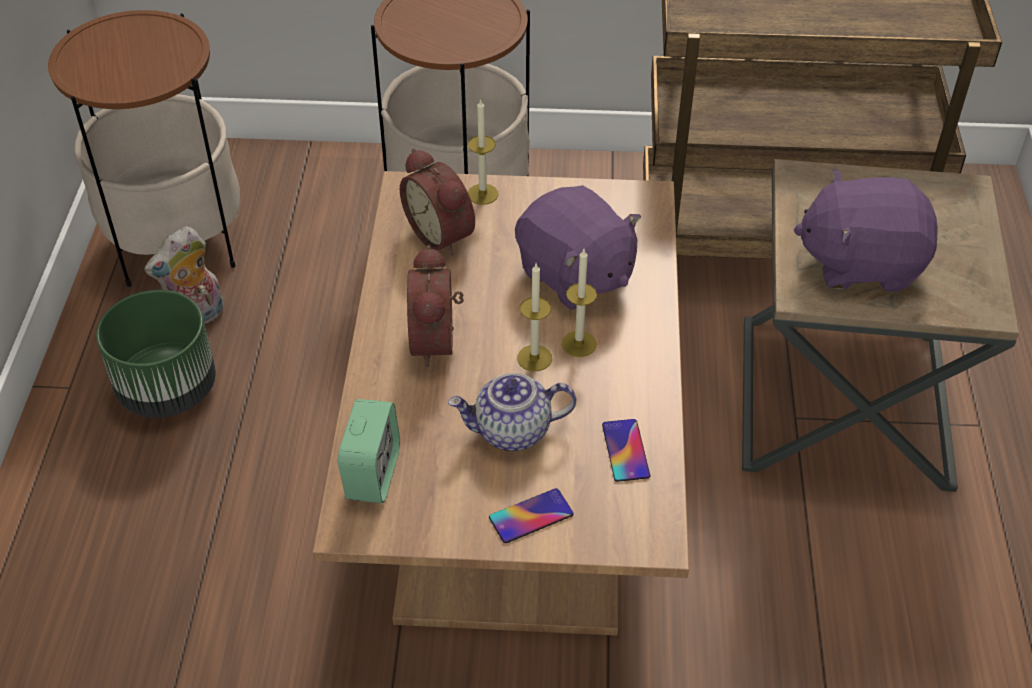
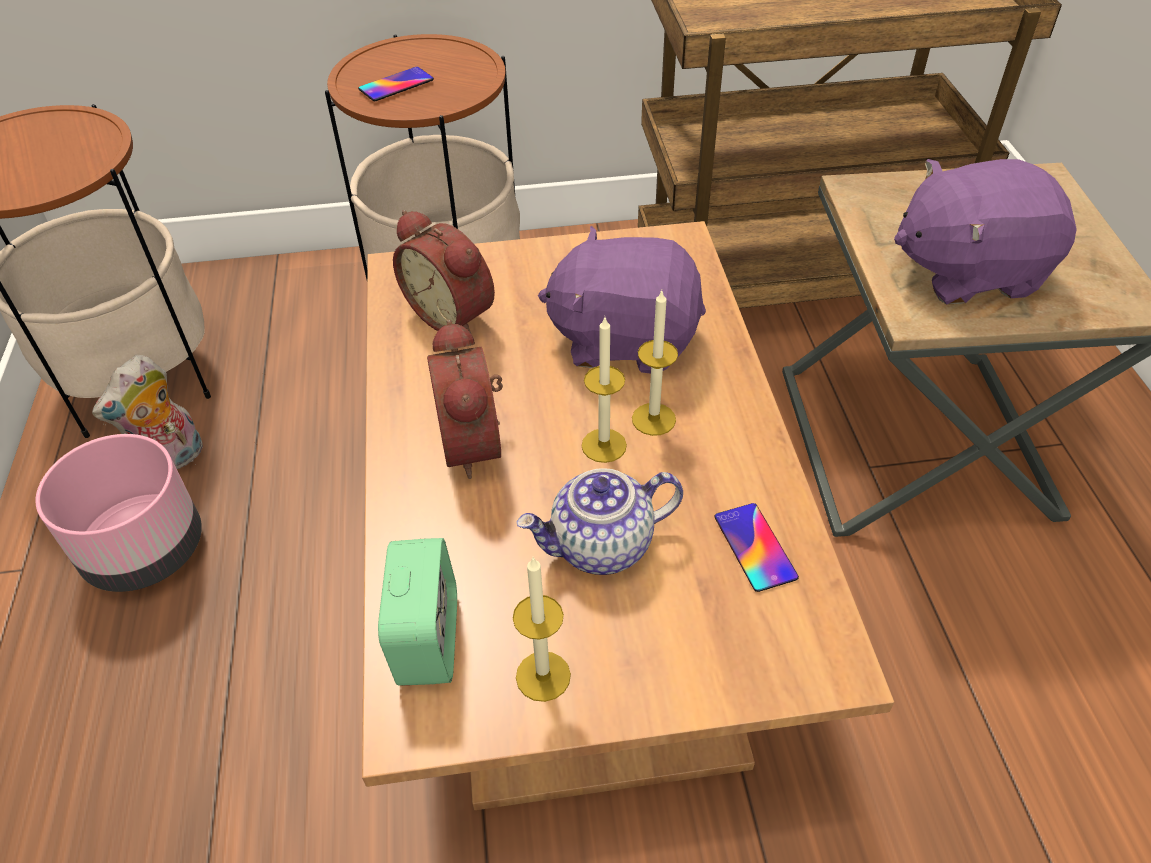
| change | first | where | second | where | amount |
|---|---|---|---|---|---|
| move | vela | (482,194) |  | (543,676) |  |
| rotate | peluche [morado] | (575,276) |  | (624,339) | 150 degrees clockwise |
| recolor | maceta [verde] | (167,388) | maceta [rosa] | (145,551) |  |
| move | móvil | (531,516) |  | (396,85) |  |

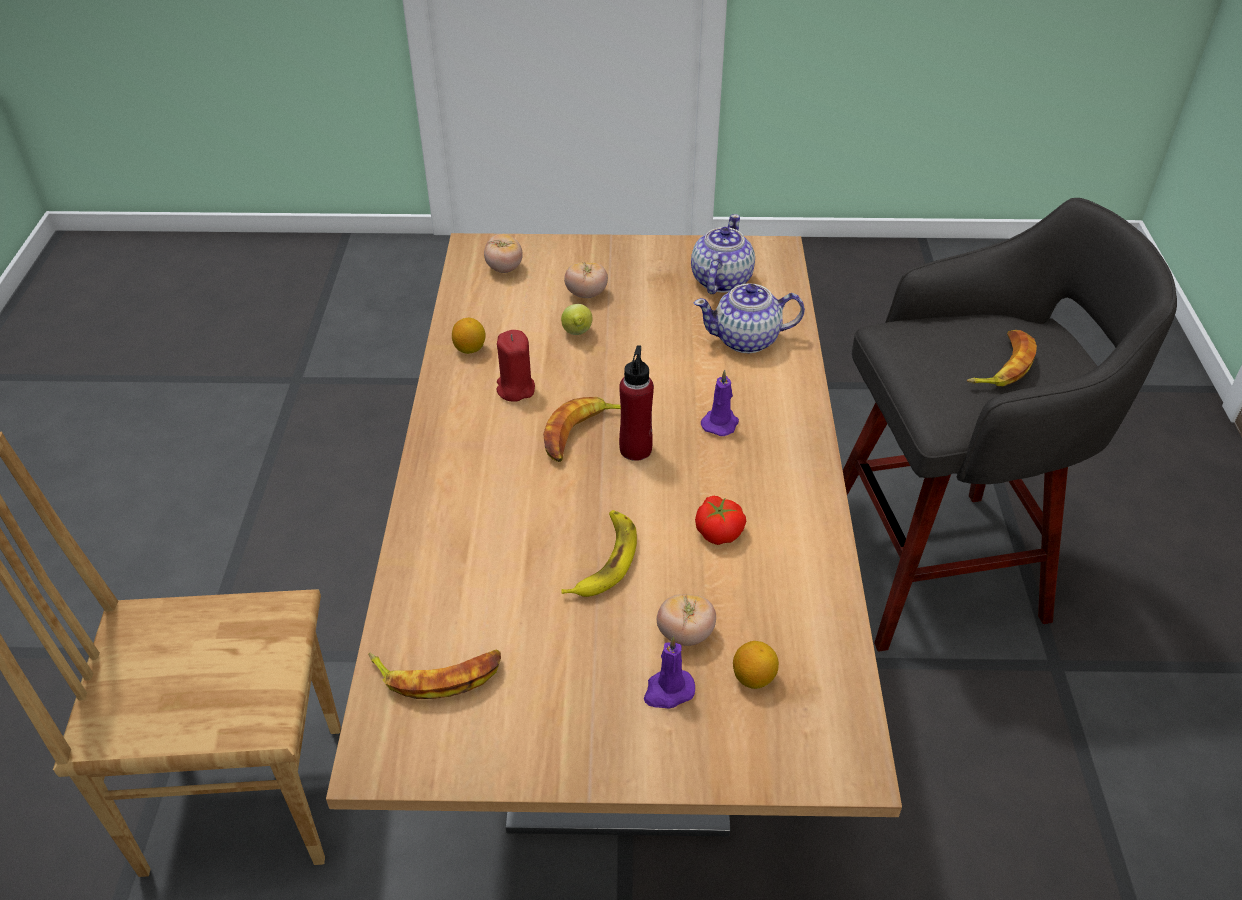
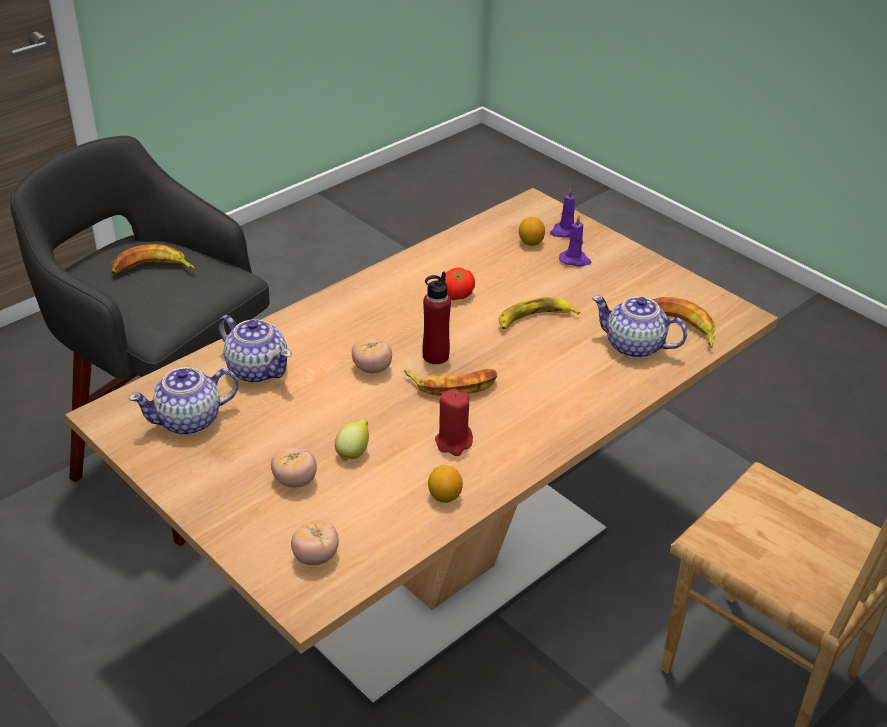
| change | first | where | second | where | amount |
|---|---|---|---|---|---|
| move | vela [morado] | (720,423) |  | (564,232) |  |
| move | tomate | (685,634) |  | (372,369) |  |
| insert |  |  | tetera | (635,346) |  |

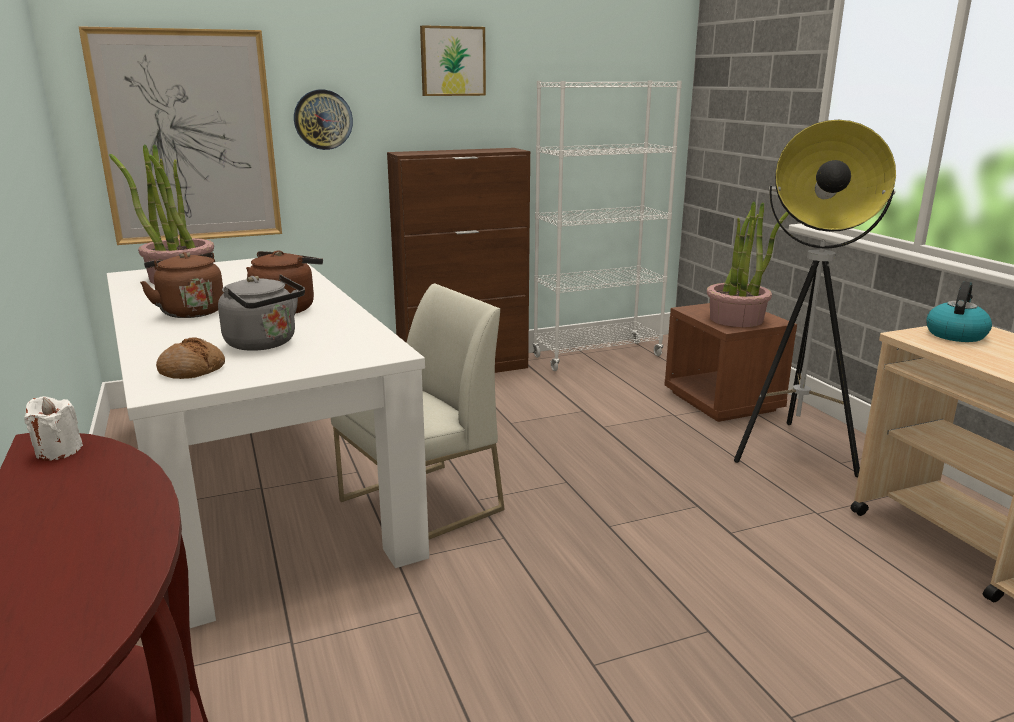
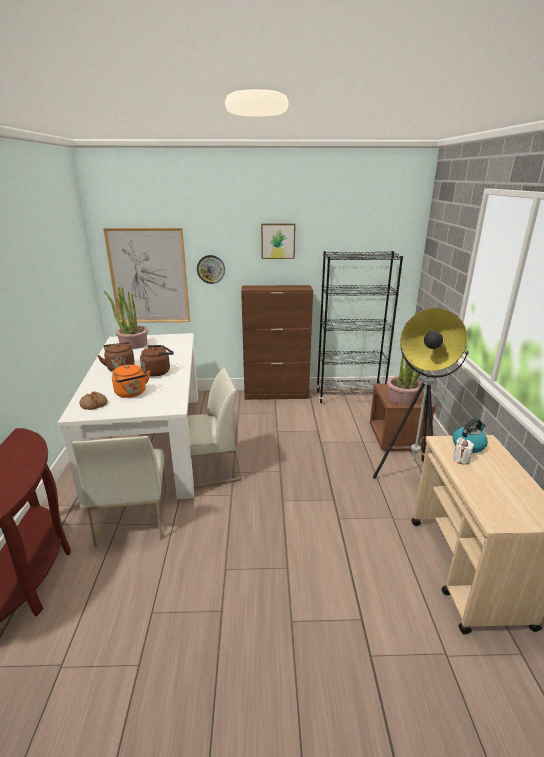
| change | first | where | second | where | amount |
|---|---|---|---|---|---|
| recolor | estantería [blanco] | (597,356) | estantería [negro] | (349,397) |  |
| recolor | hervidor [gris] | (264,344) | hervidor [naranja] | (132,393) |  |
| move | vela [blanco] | (58,451) |  | (461,459) |  |
| insert |  |  | silla [blanco] | (133,517) |  |

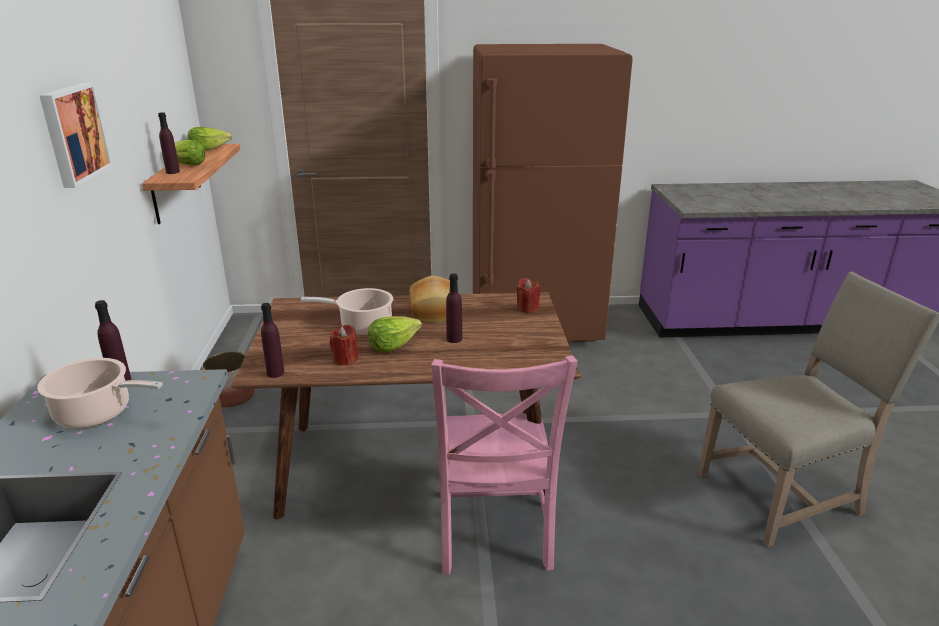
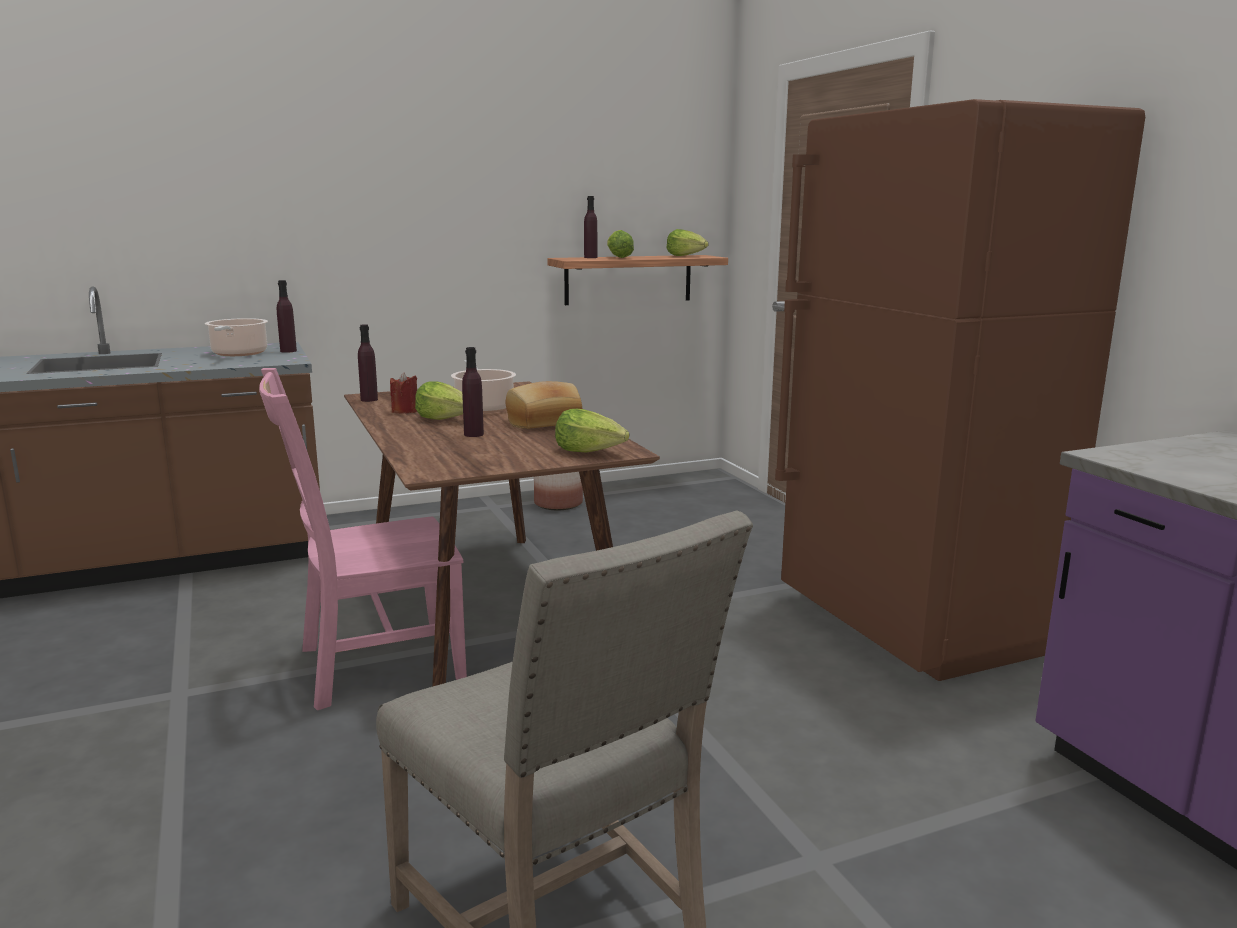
| change | first | where | second | where | amount |
|---|---|---|---|---|---|
| delete | cuadro | (73,133) |  |  |  |
| replace | vela [rojo] | (527,308) | lechuga | (589,451) |  |

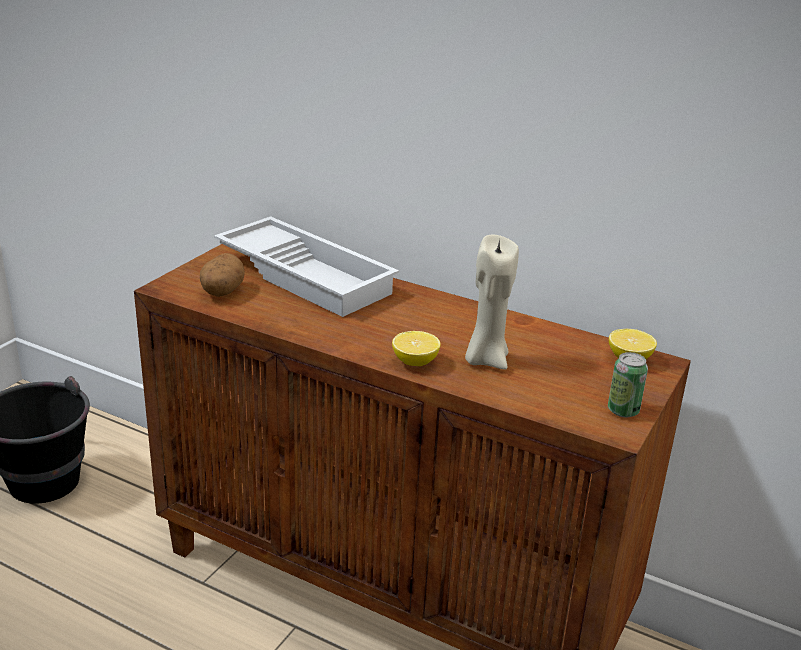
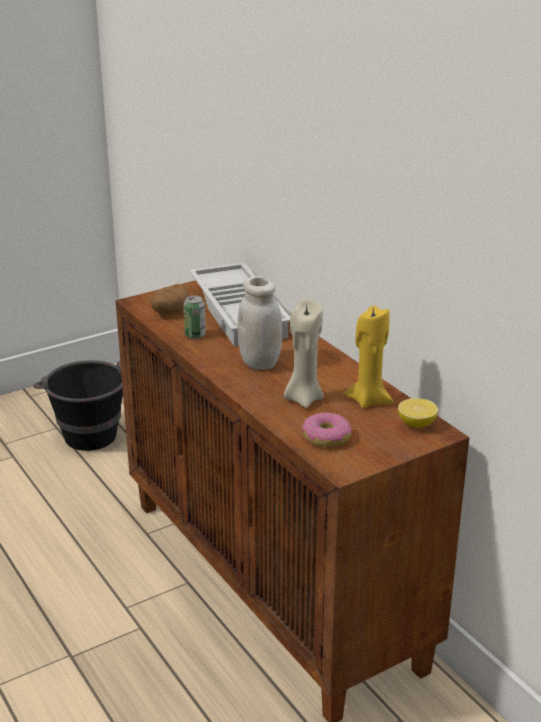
| change | first | where | second | where | amount |
|---|---|---|---|---|---|
| delete | limón | (415,362) |  |  |  |
| move | lata | (623,410) |  | (195,335) |  |
| insert |  |  | tarro [blanco] | (260,362) |  |
| insert |  |  | vela [amarillo] | (368,400) |  |
| insert |  |  | rosquilla | (326,437) |  |

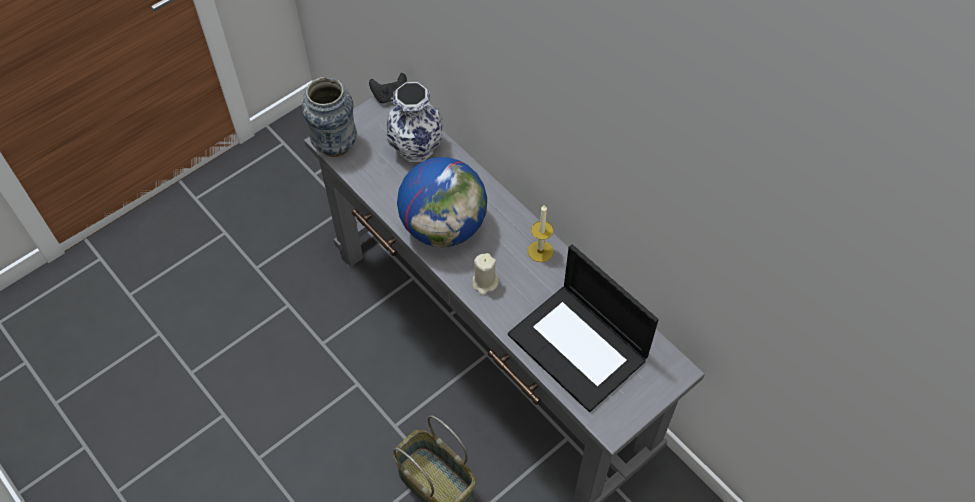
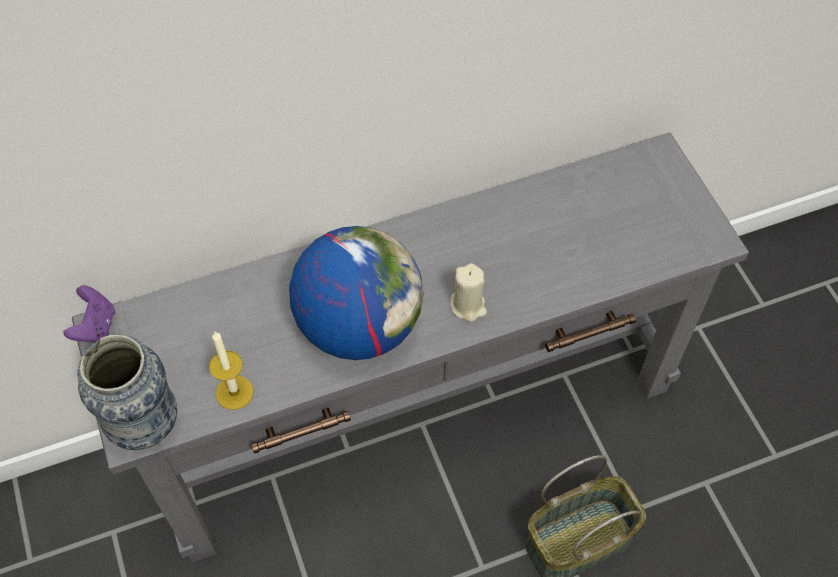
| change | first | where | second | where | amount |
|---|---|---|---|---|---|
| recolor | mando de consola [negro] | (390,96) | mando de consola [morado] | (95,326) |  |
| delete | florero | (417,147) |  |  |  |
| move | vela | (540,251) |  | (234,392) |  |
| delete | portátil | (579,347) |  |  |  |

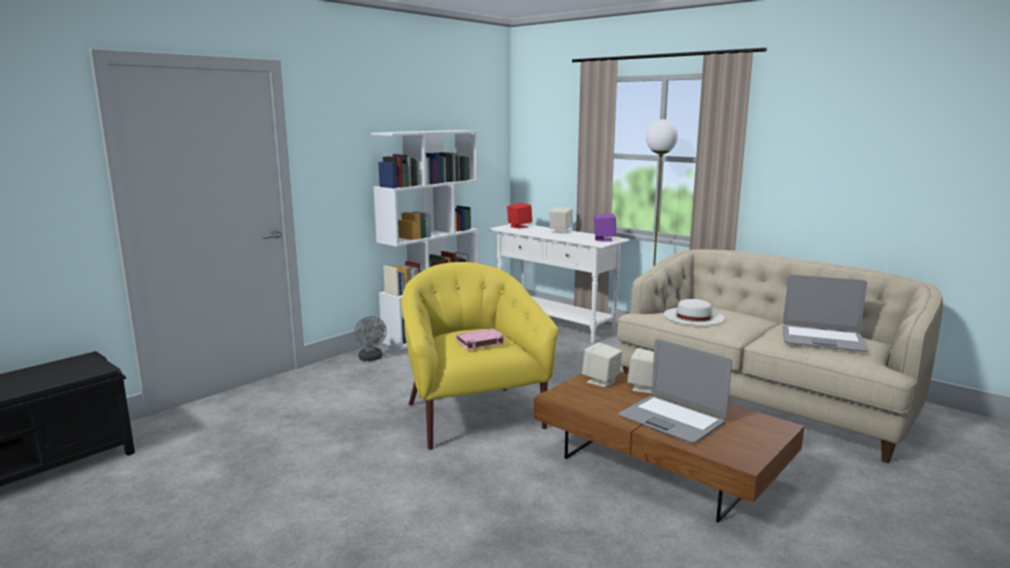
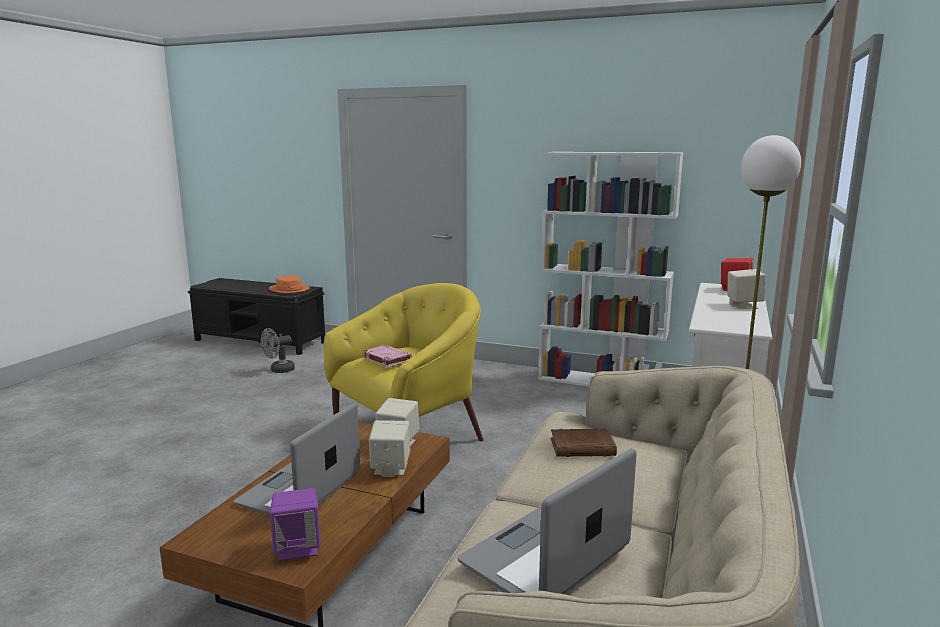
| change | first | where | second | where | amount |
|---|---|---|---|---|---|
| move | altavoz [morado] | (604,239) |  | (298,548) |  |
| rotate | portátil | (822,340) |  | (546,557) | 45 degrees clockwise |
| replace | sombrero [blanco] | (694,316) | libro [marrón] | (583,447) |  |
| move | ventilador [gris] | (371,358) |  | (279,370) |  |
| insert |  |  | sombrero [naranja] | (289,289) |  |

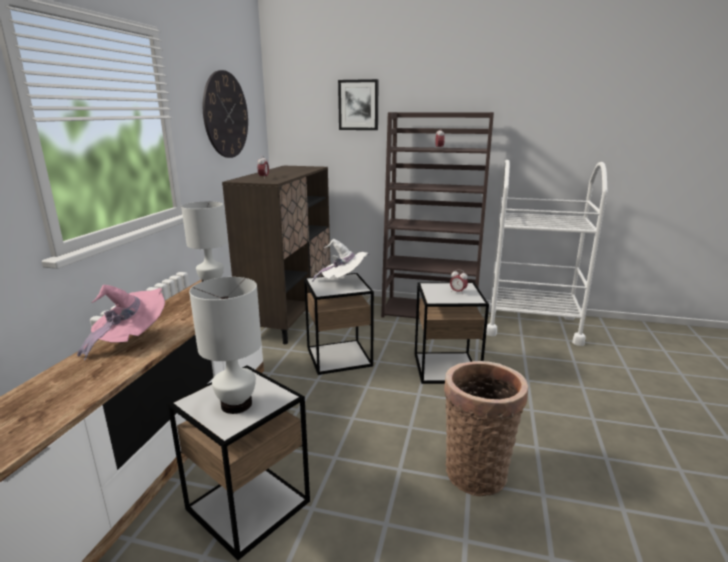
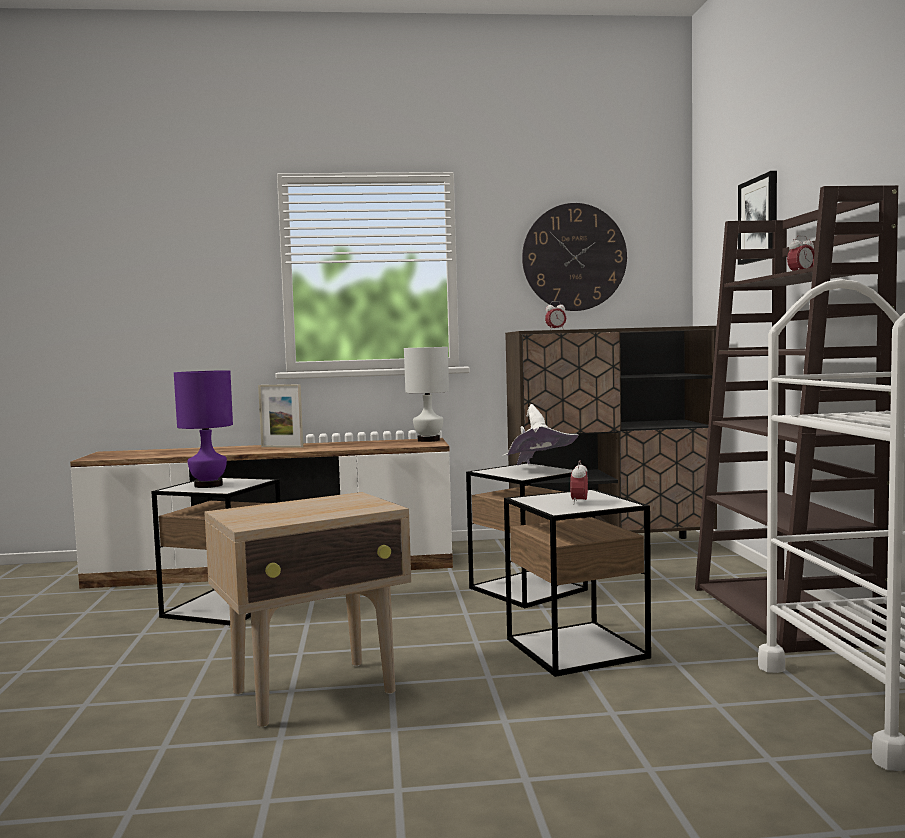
| change | first | where | second | where | amount |
|---|---|---|---|---|---|
| recolor | lámpara de mesa [blanco] | (236,405) | lámpara de mesa [morado] | (207,485) |  |
| replace | sombrero [rosa] | (130,340) | portarretratos | (282,447) |  |
| replace | cesta | (476,470) | mesa auxiliar [beis] | (316,692) |  |

